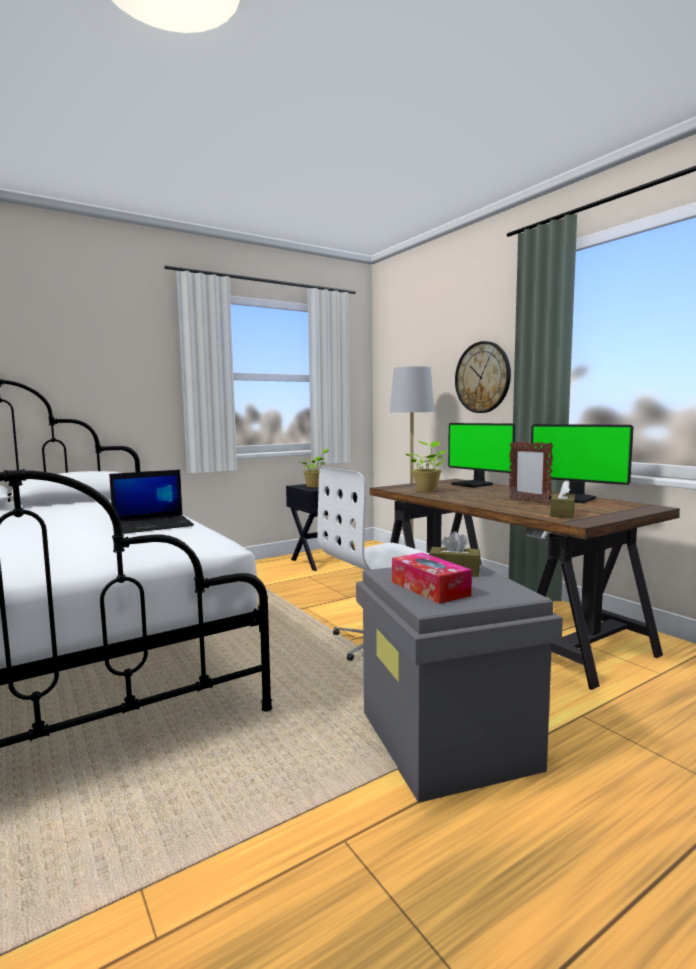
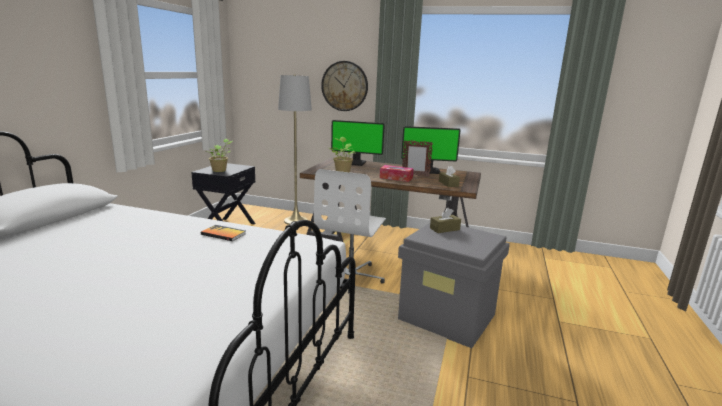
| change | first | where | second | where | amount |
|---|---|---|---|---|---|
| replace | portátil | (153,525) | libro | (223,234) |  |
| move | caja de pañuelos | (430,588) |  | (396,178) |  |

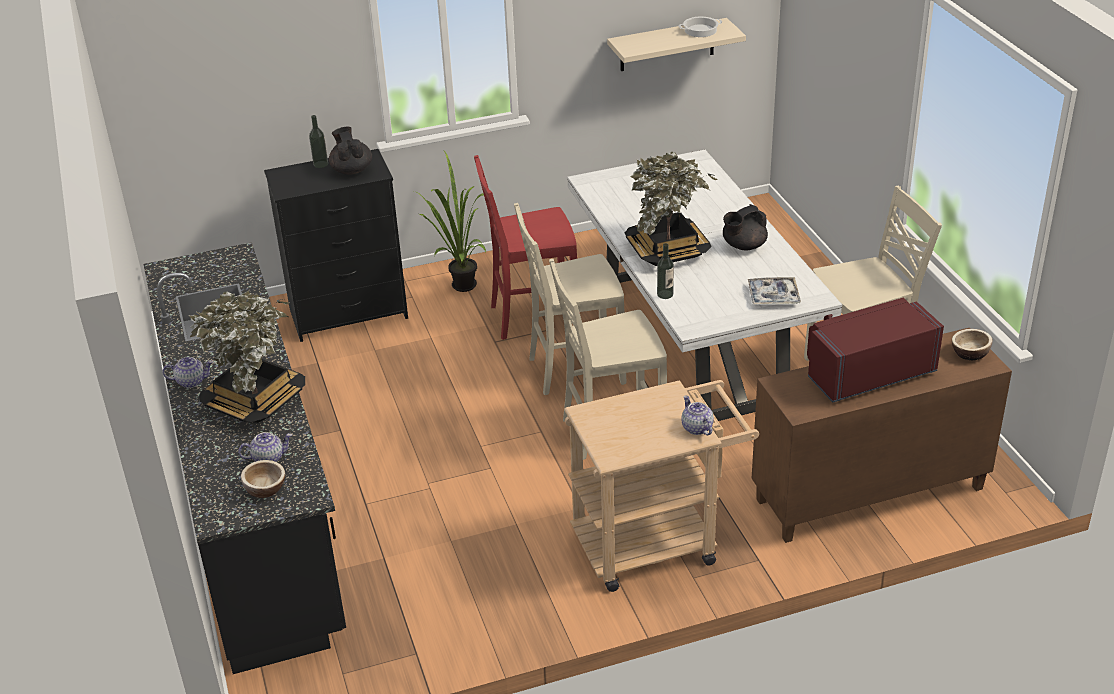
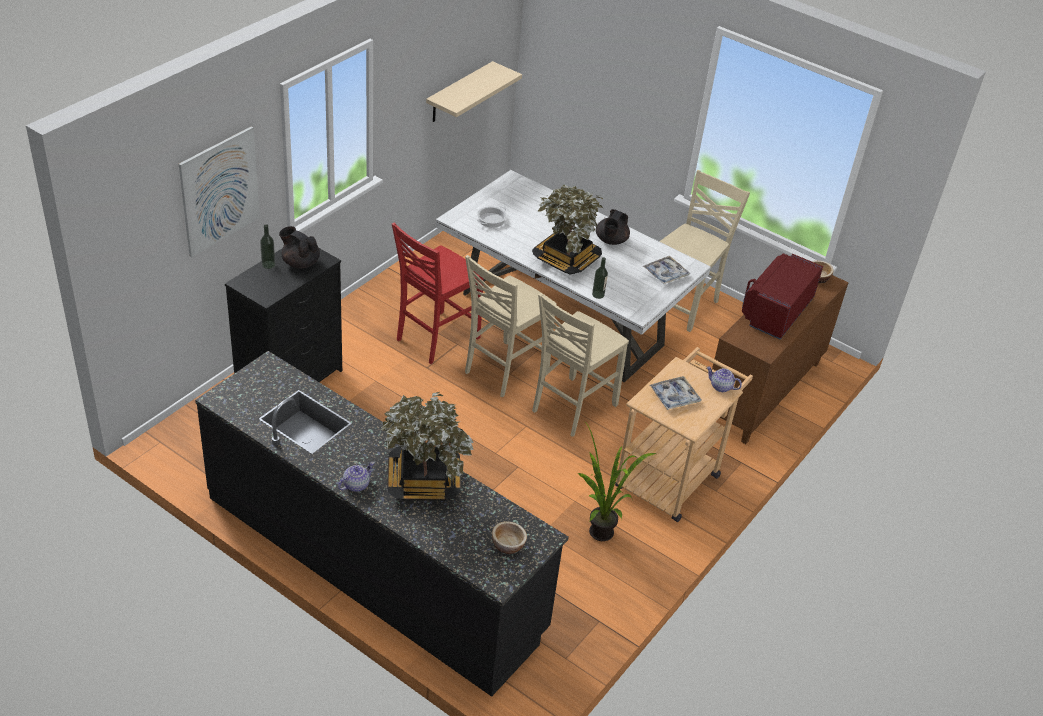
| change | first | where | second | where | amount |
|---|---|---|---|---|---|
| move | olla | (700,30) |  | (491,219) |  |
| move | planta en maceta | (459,288) |  | (599,537) |  |
| delete | tetera | (268,458) |  |  |  |
| insert |  |  | cuadro | (220,191) |  |
| insert |  |  | bandeja | (674,397) |  |

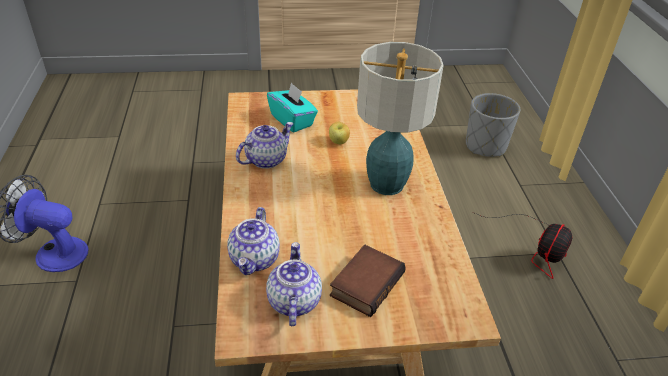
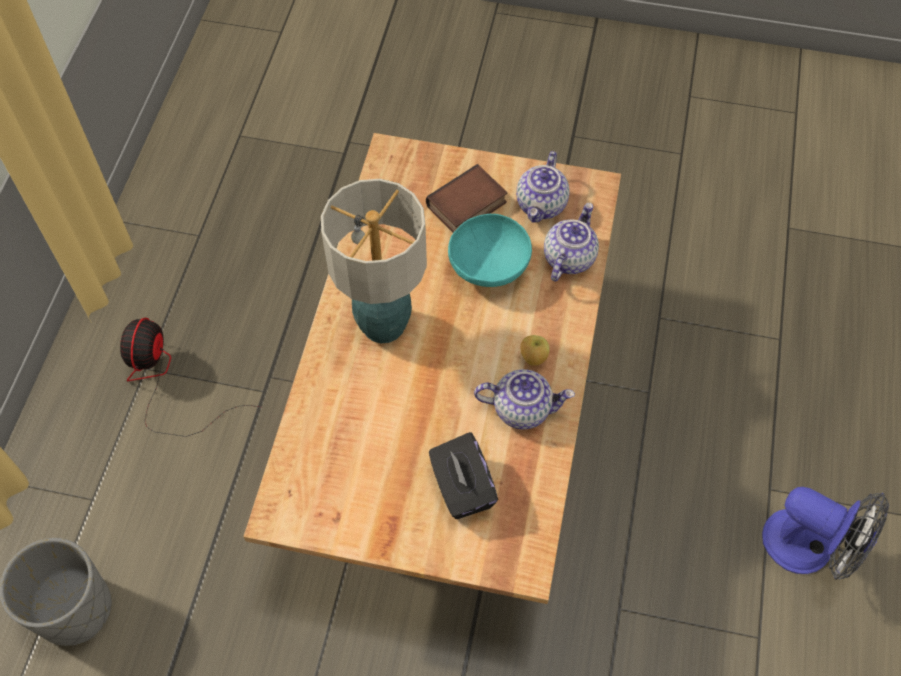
| change | first | where | second | where | amount |
|---|---|---|---|---|---|
| recolor | caja de pañuelos [turquesa] | (292,120) | caja de pañuelos [negro] | (462,488) |  |
| rotate | tetera | (266,159) |  | (522,408) | 150 degrees counterclockwise |
| move | manzana | (338,142) |  | (533,358) |  |
| rotate | ventilador | (537,248) |  | (165,382) | 45 degrees counterclockwise |
| insert |  |  | cuenco [turquesa] | (489,267) |  |

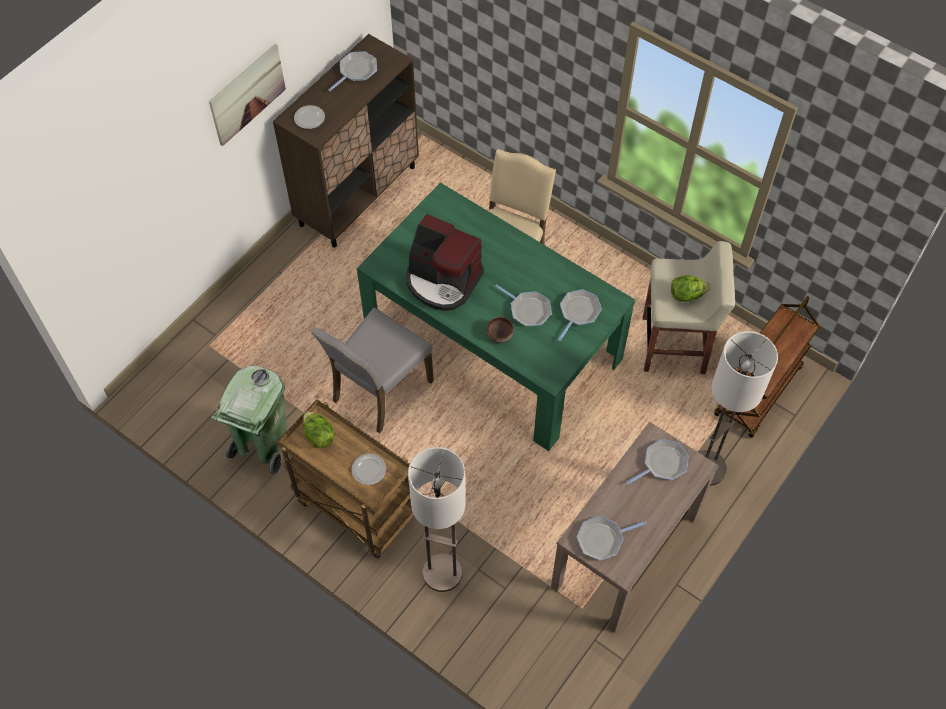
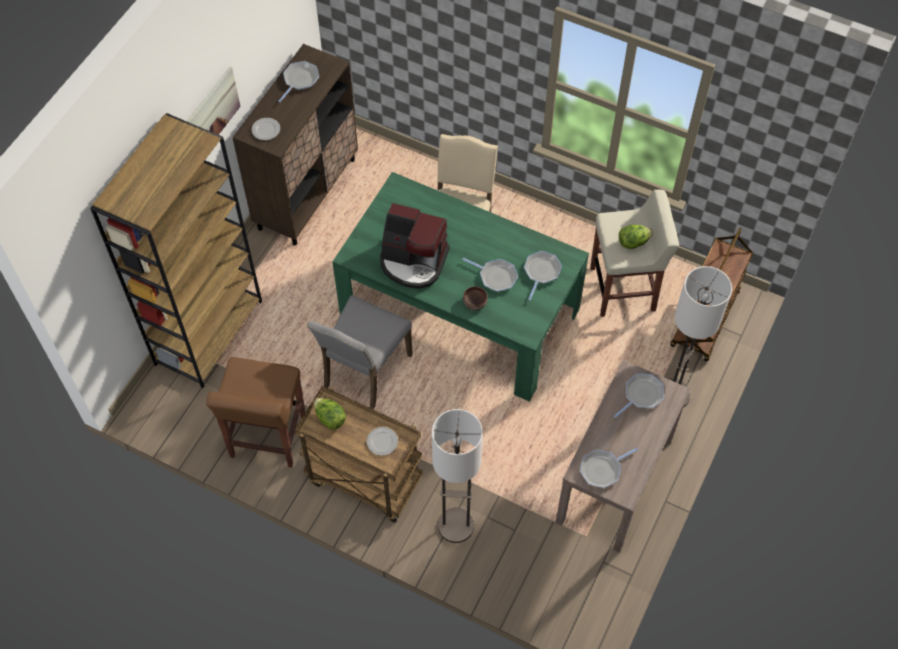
| change | first | where | second | where | amount |
|---|---|---|---|---|---|
| replace | papelera [verde] | (263,445) | taburete [marrón] | (267,437) |  |
| insert |  |  | estantería [marrón] | (209,332) |  |

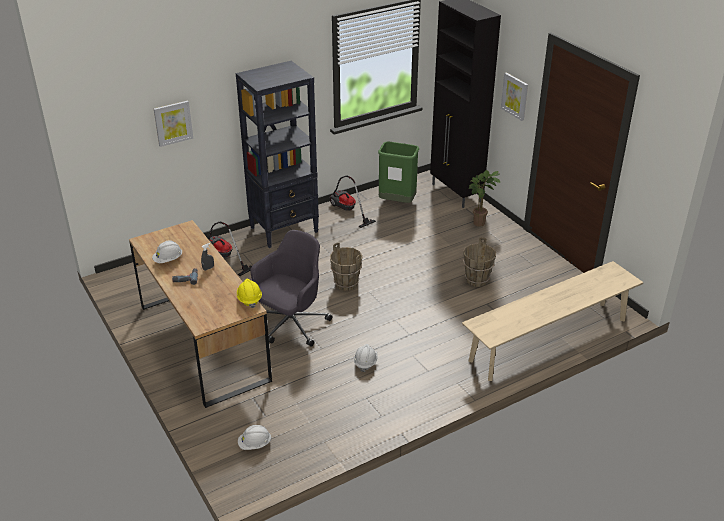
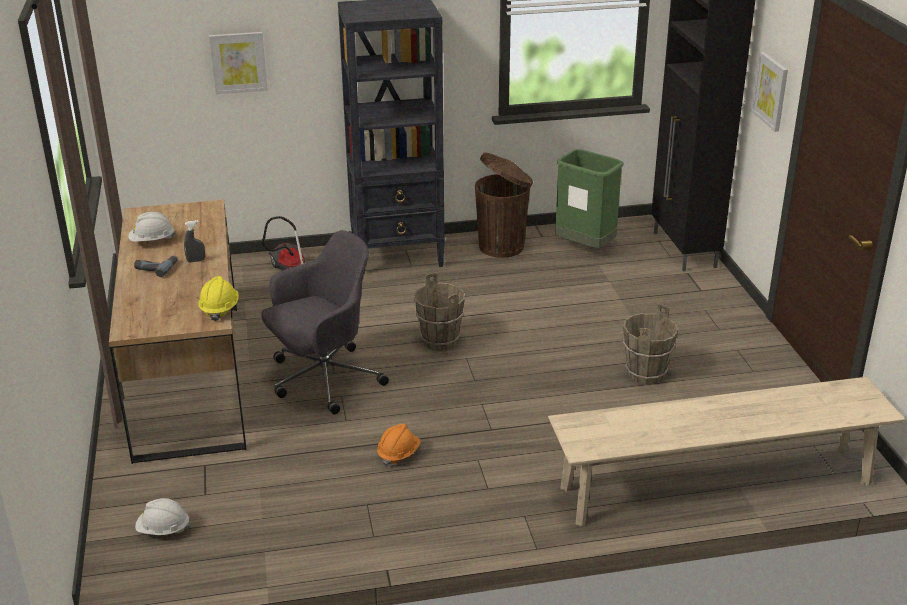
| change | first | where | second | where | amount |
|---|---|---|---|---|---|
| delete | planta en maceta | (479,222) |  |  |  |
| replace | aspiradora | (347,211) | papelera [marrón] | (503,246) |  |
| recolor | casco [blanco] | (365,362) | casco [naranja] | (398,454) |  |

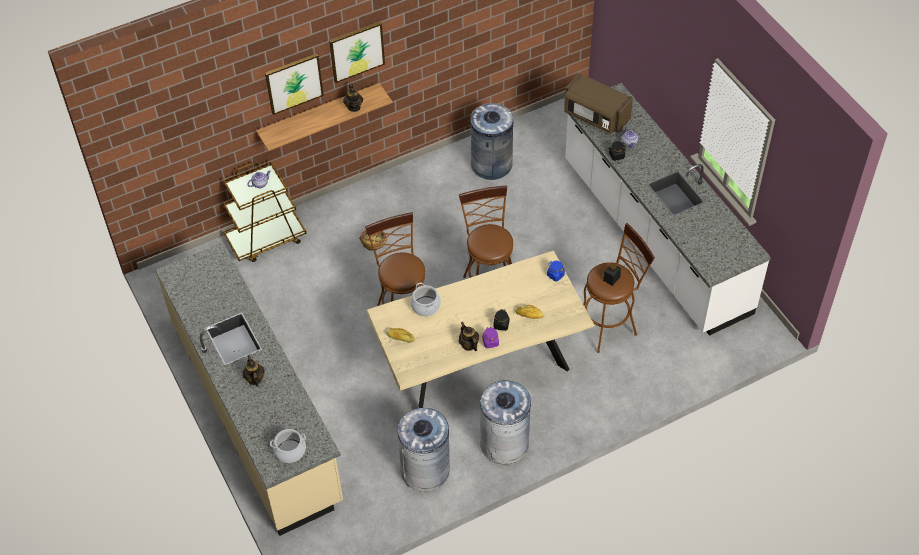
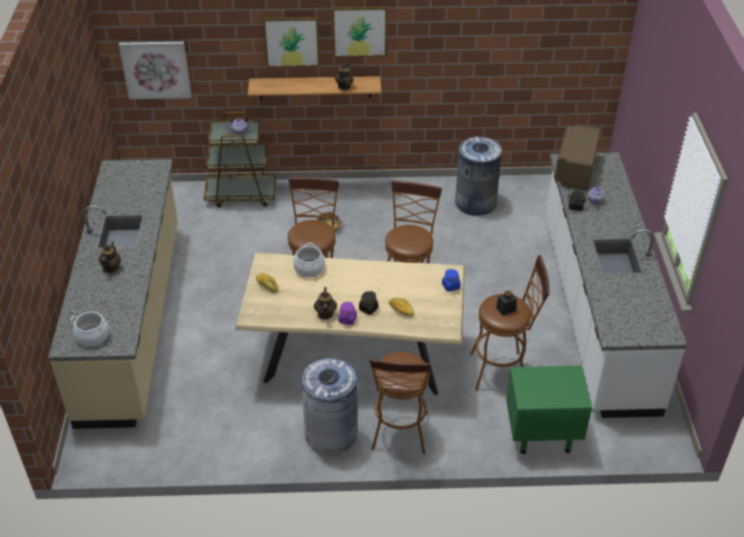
| change | first | where | second | where | amount |
|---|---|---|---|---|---|
| rotate | microondas [marrón] | (595,116) |  | (575,170) | 45 degrees clockwise |
| delete | papelera [gris] | (425,470) |  |  |  |
| insert |  |  | cuadro | (156,69) |  |
| insert |  |  | taburete [marrón] | (399,436) |  |
| insert |  |  | mesita de noche [verde] | (541,434) |  |

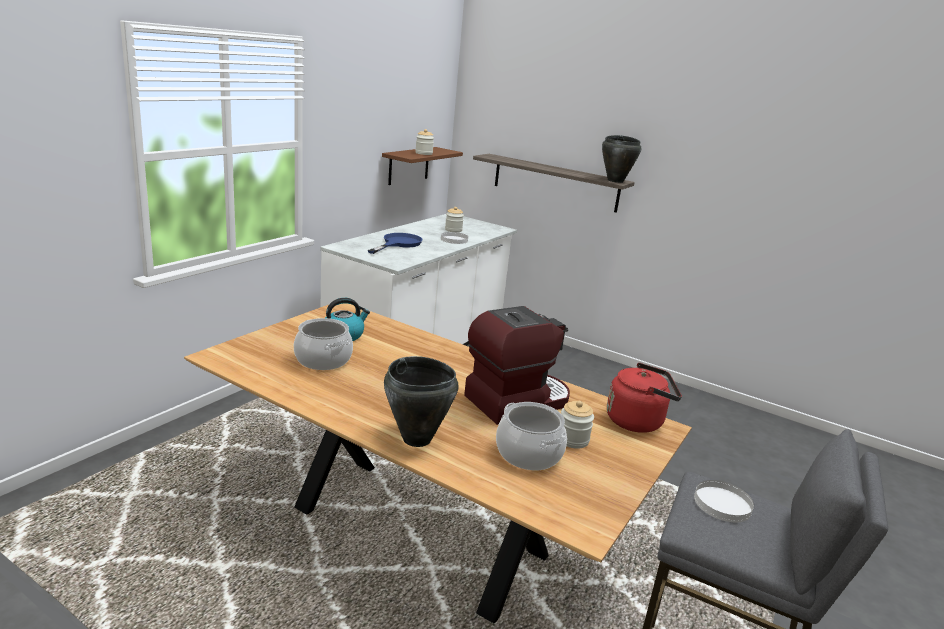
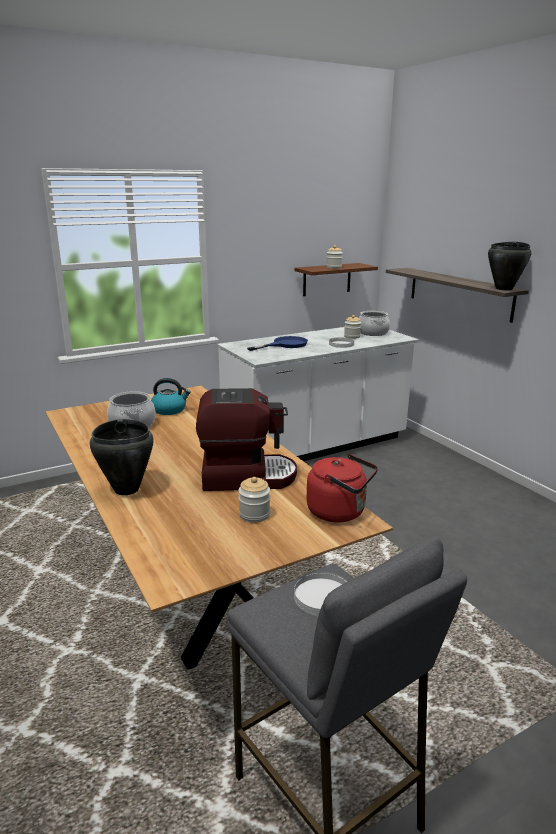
| change | first | where | second | where | amount |
|---|---|---|---|---|---|
| move | olla | (528,454) |  | (372,333) |  |

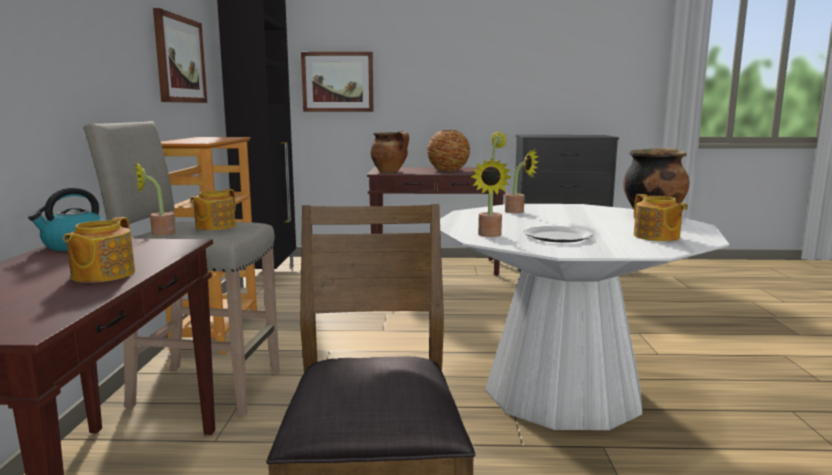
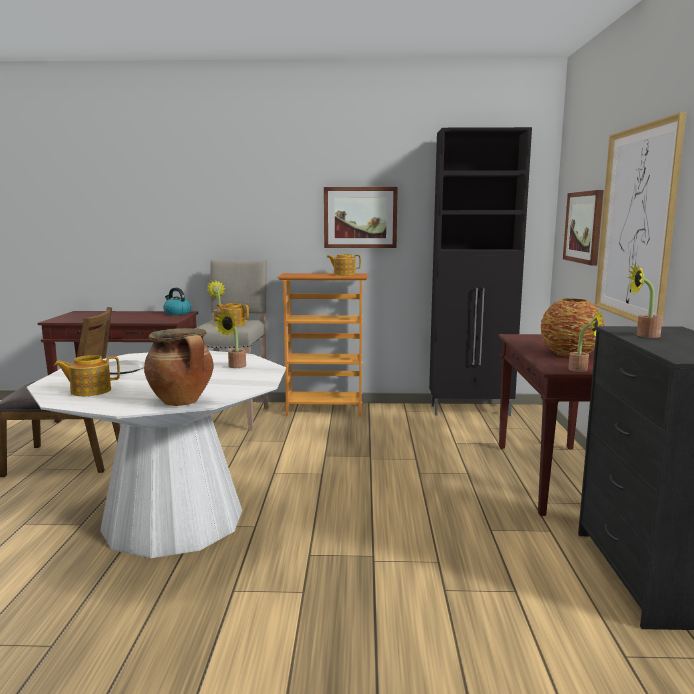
| change | first | where | second | where | amount |
|---|---|---|---|---|---|
| delete | olla | (390,172) |  |  |  |
| move | planta en maceta | (489,235) |  | (643,335) |  |
| move | tetera | (102,275) |  | (343,274) |  |
| insert |  |  | cuadro | (636,224) |  |

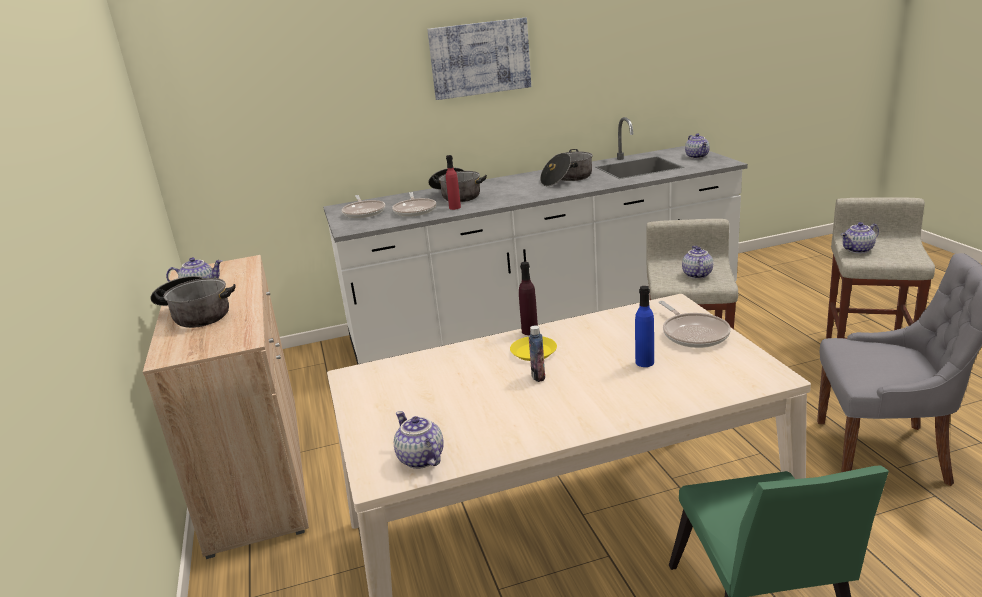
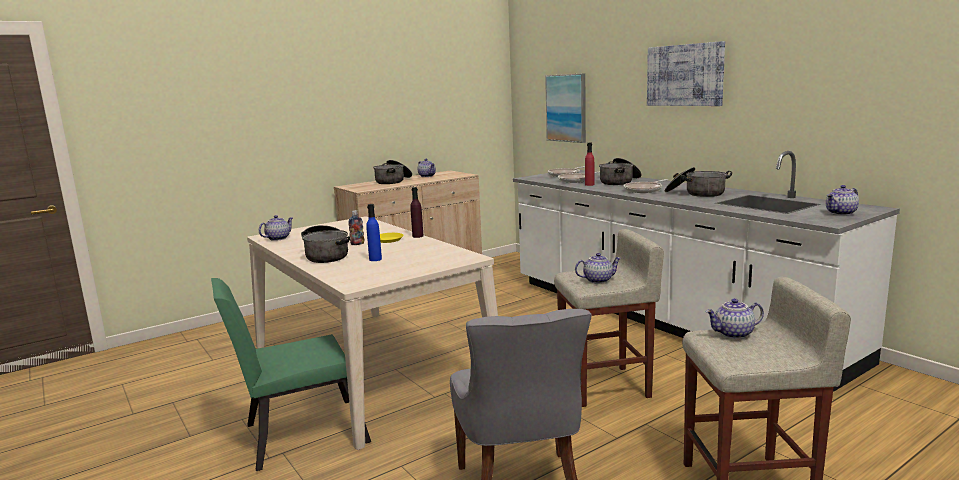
| change | first | where | second | where | amount |
|---|---|---|---|---|---|
| rotate | tetera | (858,250) |  | (733,334) | 60 degrees counterclockwise |
| move | sartén | (693,333) |  | (644,190) |  |
| insert |  |  | cuadro | (566,108) |  |
| insert |  |  | olla | (327,255) |  |

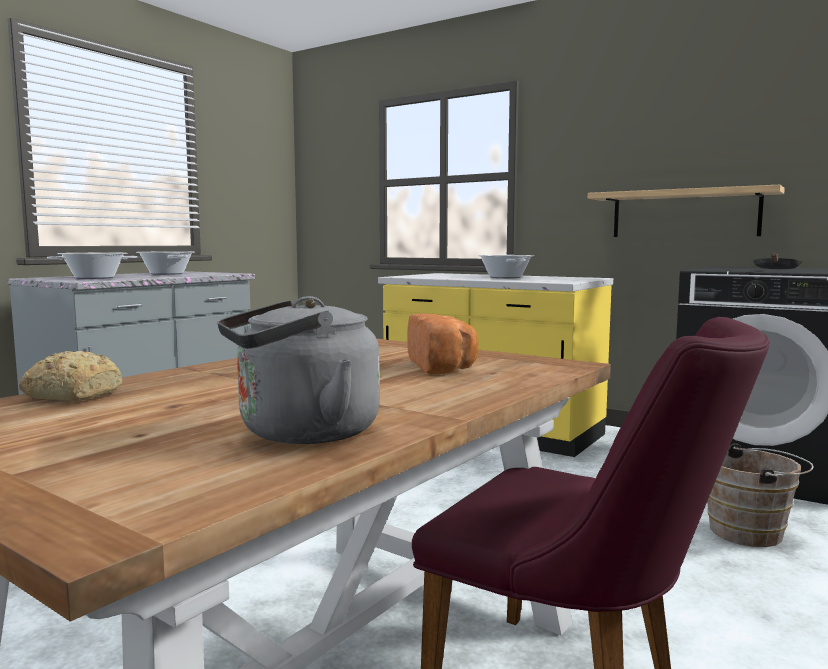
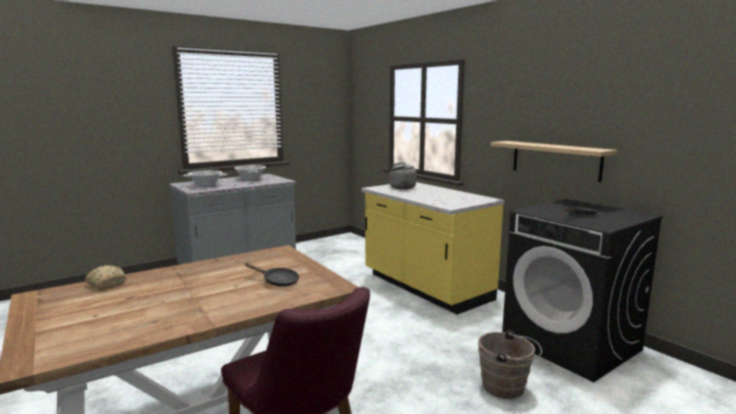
| change | first | where | second | where | amount |
|---|---|---|---|---|---|
| delete | olla | (505,277) |  |  |  |
| move | hervidor [gris] | (301,433) |  | (400,188) |  |
| replace | pan | (444,367) | sartén [negro] | (277,281) |  |

